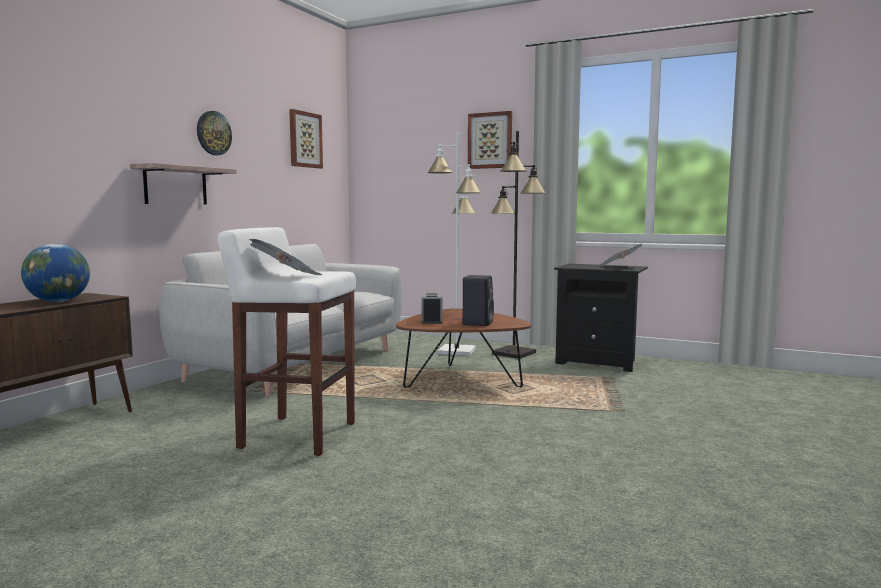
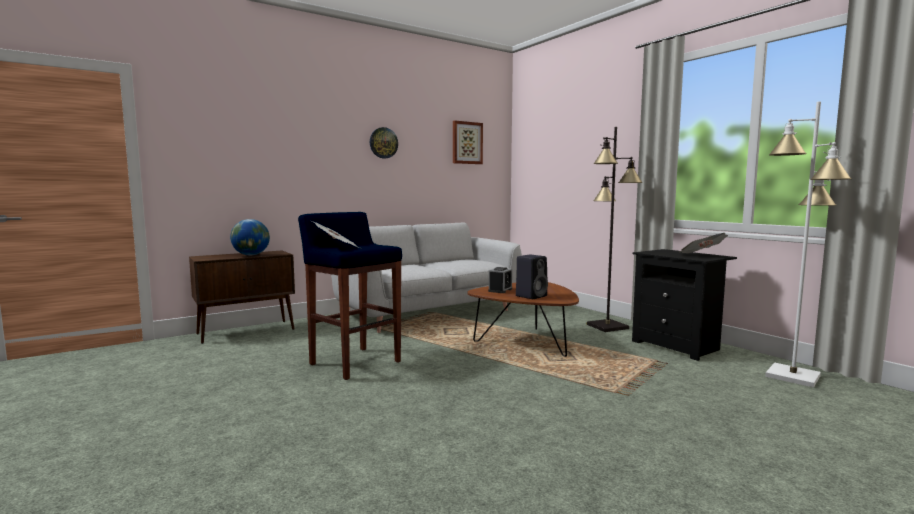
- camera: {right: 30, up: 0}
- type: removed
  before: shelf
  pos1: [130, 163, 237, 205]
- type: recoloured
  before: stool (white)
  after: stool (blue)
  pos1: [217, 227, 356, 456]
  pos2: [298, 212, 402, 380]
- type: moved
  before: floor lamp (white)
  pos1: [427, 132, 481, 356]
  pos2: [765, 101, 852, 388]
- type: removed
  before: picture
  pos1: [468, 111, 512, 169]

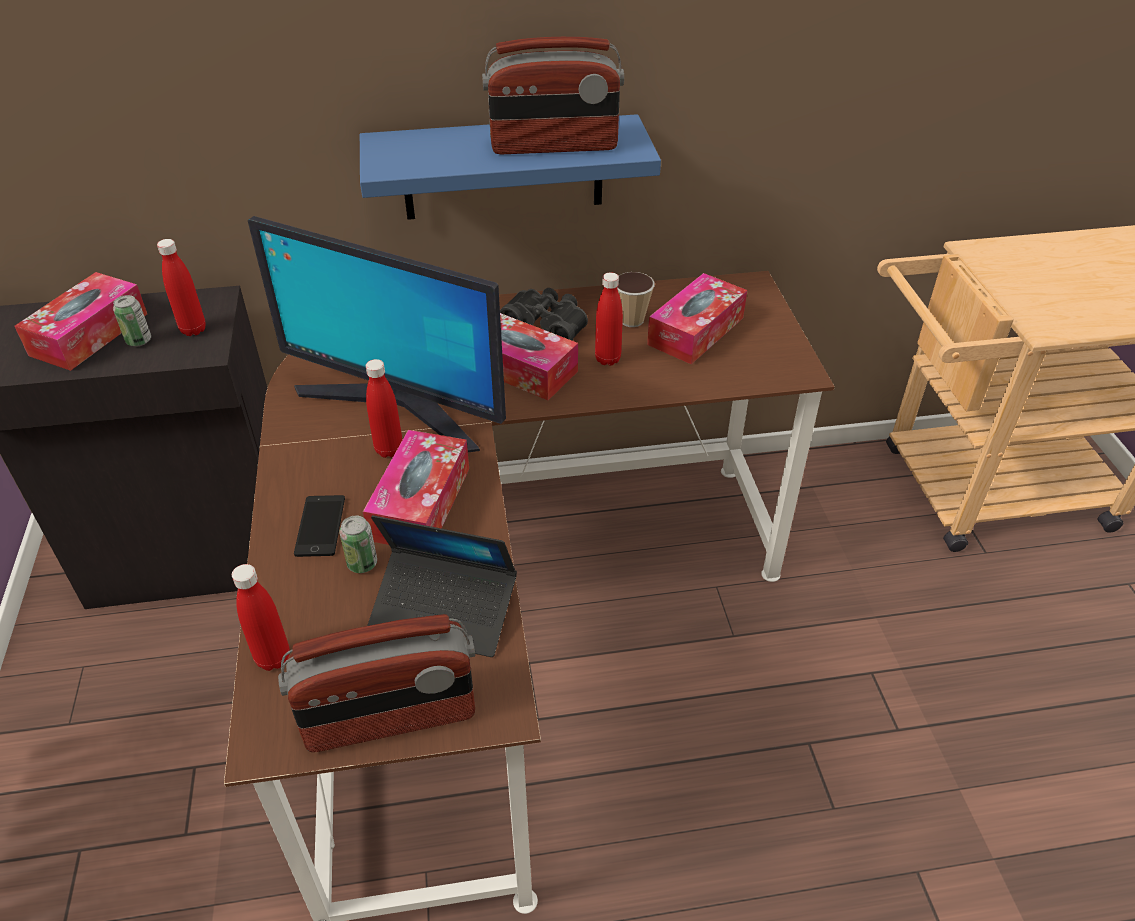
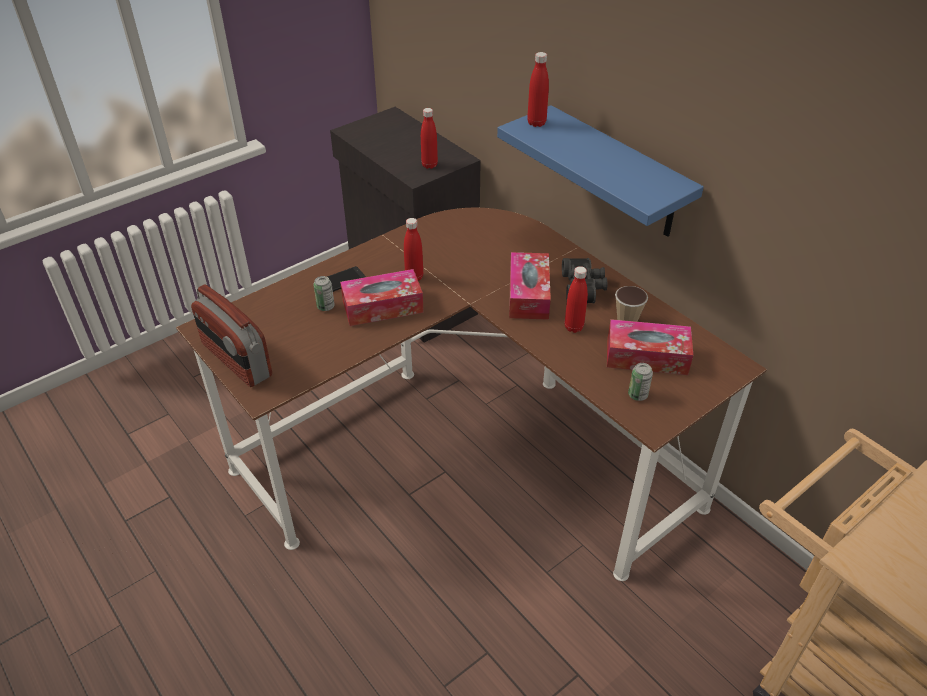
- camera: {right: 60, up: 0}
- type: removed
  before: tissue box
  pos1: [15, 272, 147, 371]
- type: moved
  before: can
  pos1: [113, 295, 151, 346]
  pos2: [628, 363, 653, 401]
- type: moved
  before: bottle (red)
  pos1: [232, 564, 290, 671]
  pos2: [527, 52, 549, 127]
- type: removed
  before: monitor
  pos1: [248, 216, 506, 452]
- type: removed
  before: laptop
  pos1: [367, 515, 517, 657]
- type: removed
  before: radio
  pos1: [482, 37, 624, 154]

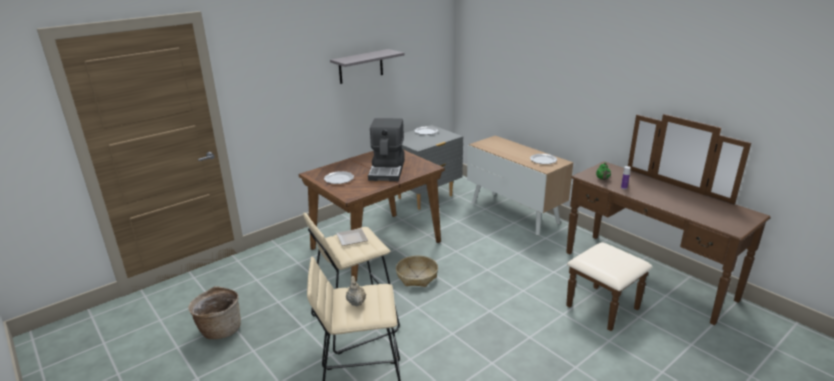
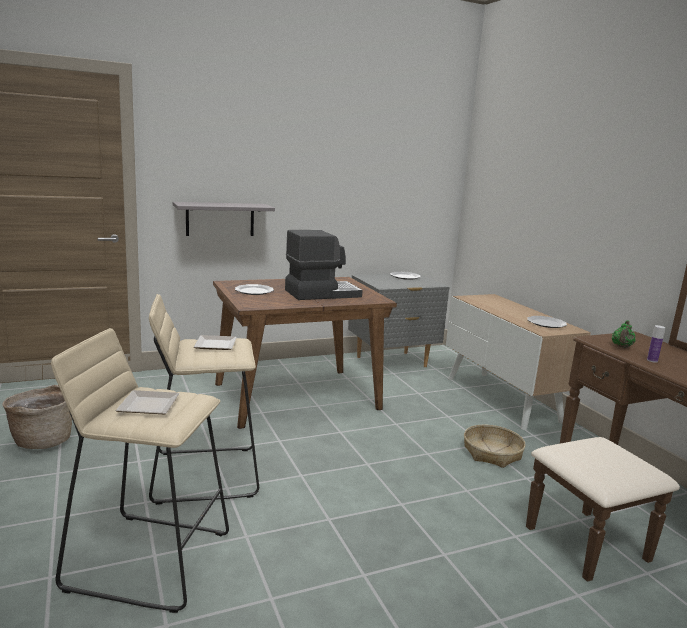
- camera: {right: 15, up: -10}
- type: moved
  before: shelf (grey)
  pos1: [330, 49, 405, 84]
  pos2: [173, 202, 275, 236]
- type: replaced
  before: teapot (beige)
  after: plate
  pos1: [346, 276, 366, 306]
  pos2: [115, 390, 180, 414]
- type: turned
  before: coffee machine
  pos1: [368, 118, 405, 181]
  pos2: [285, 230, 363, 300]
  turn: -135
- type: moved
  before: basket
  pos1: [396, 256, 438, 287]
  pos2: [464, 425, 525, 468]

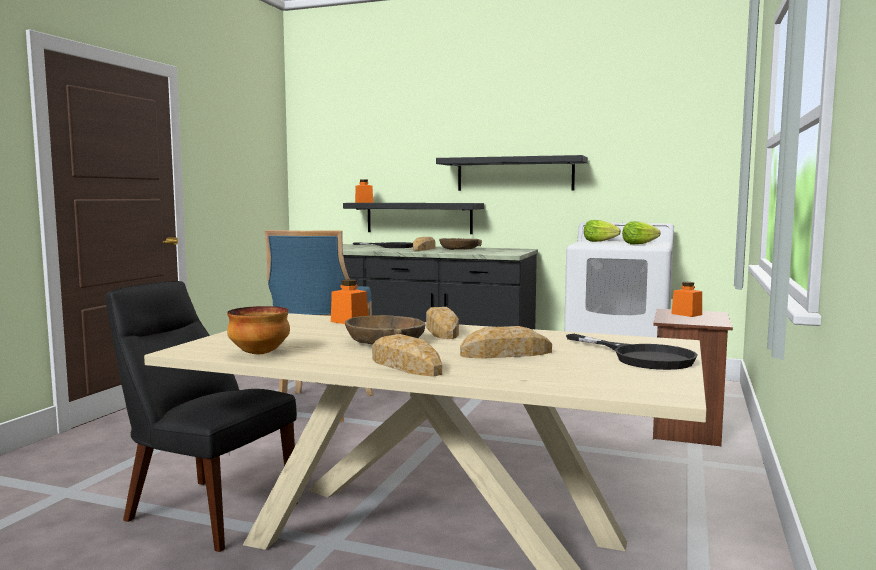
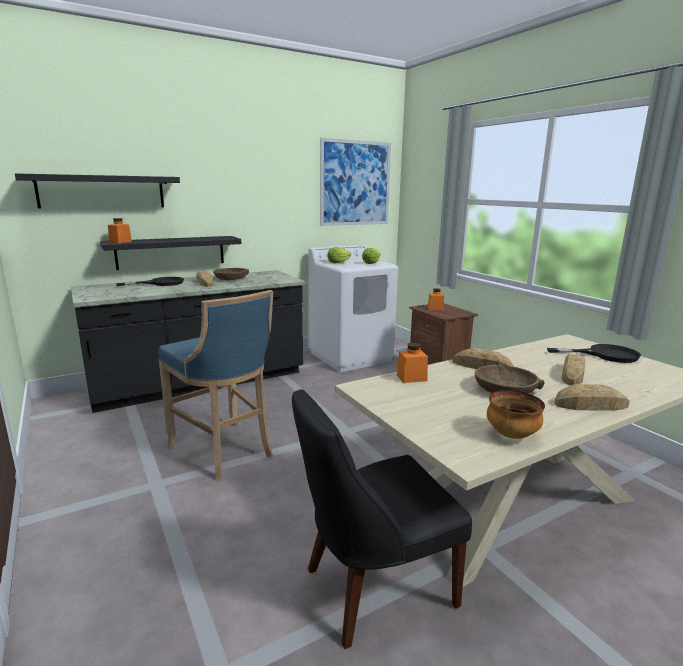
- camera: {right: -50, up: 10}
- type: moved
  before: shelf (black)
  pos1: [436, 155, 588, 191]
  pos2: [15, 173, 180, 208]
- type: added
  after: picture
  pos2: [320, 138, 391, 226]

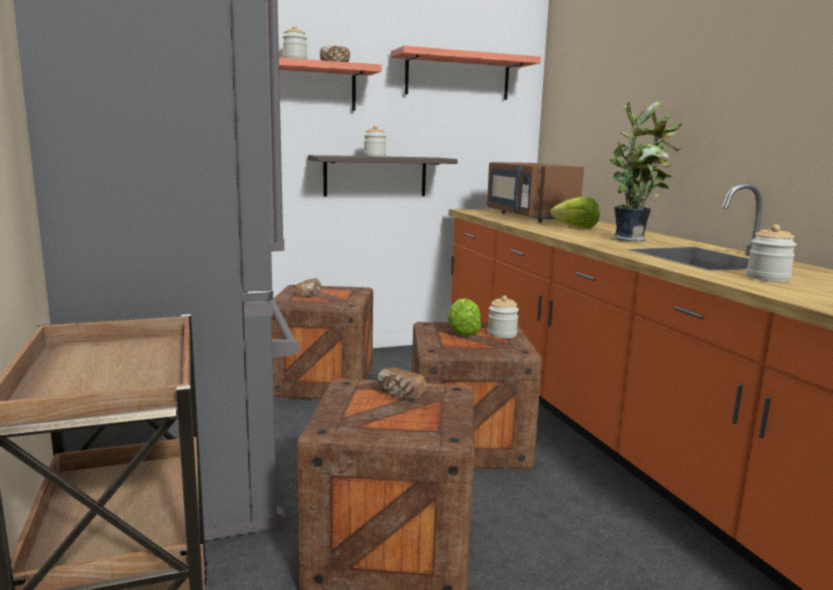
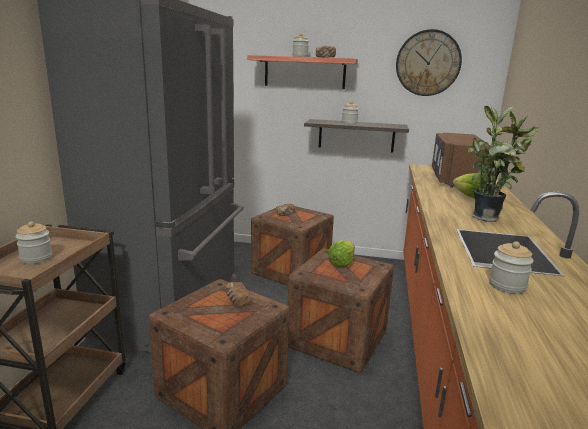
- camera: {right: 30, up: 5}
- type: replaced
  before: shelf
  after: wall clock
  pos1: [391, 46, 541, 100]
  pos2: [396, 29, 462, 96]
- type: moved
  before: jar
  pos1: [488, 296, 519, 338]
  pos2: [16, 221, 52, 264]

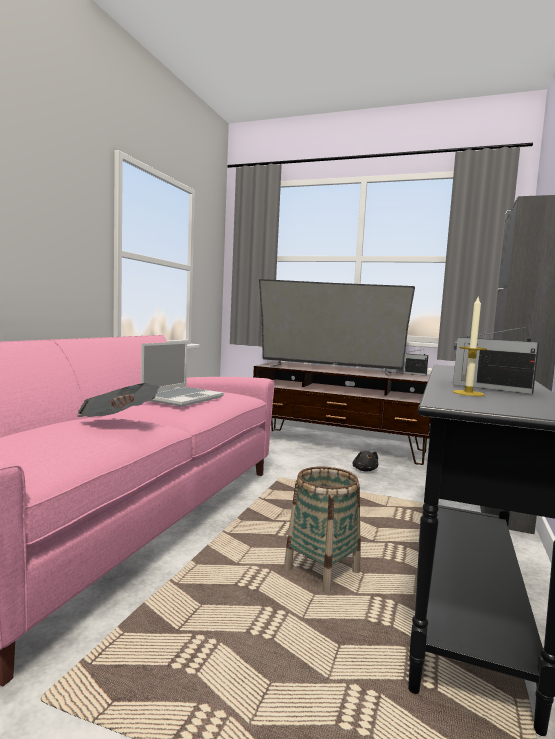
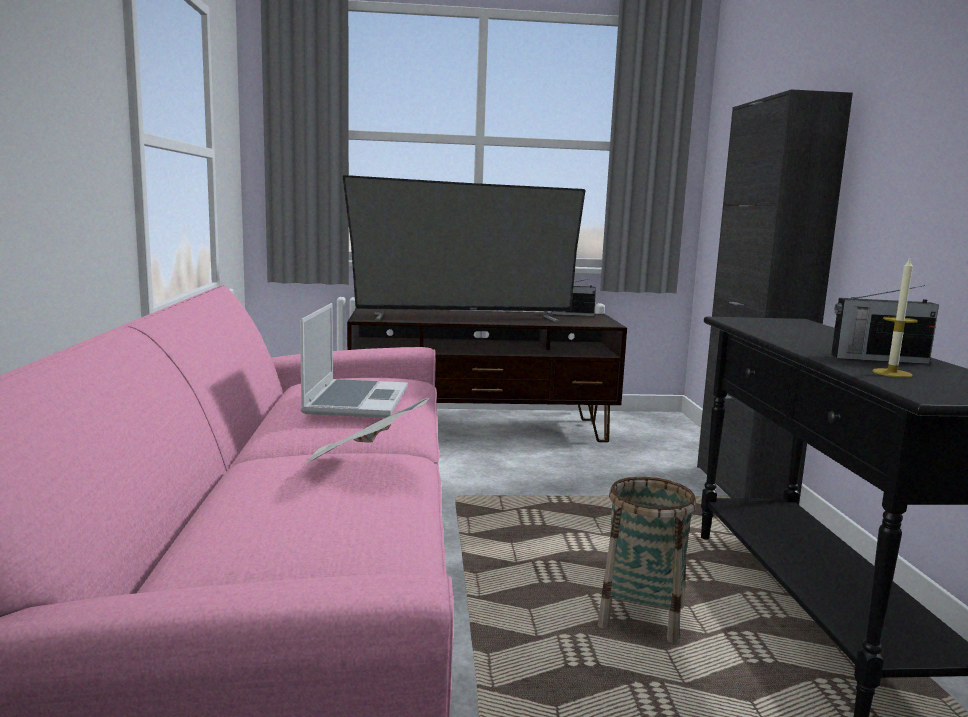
- camera: {right: -25, up: 5}
- type: removed
  before: plush toy (black)
  pos1: [352, 451, 378, 472]

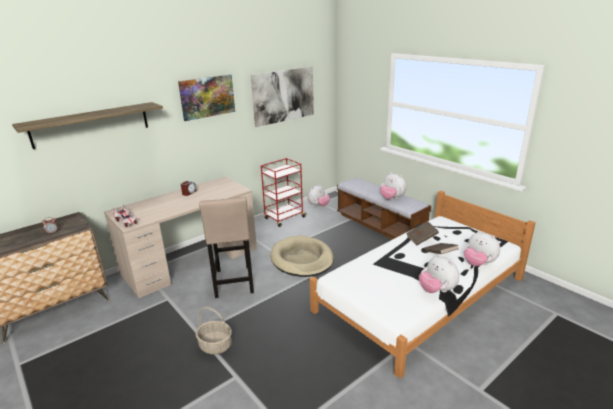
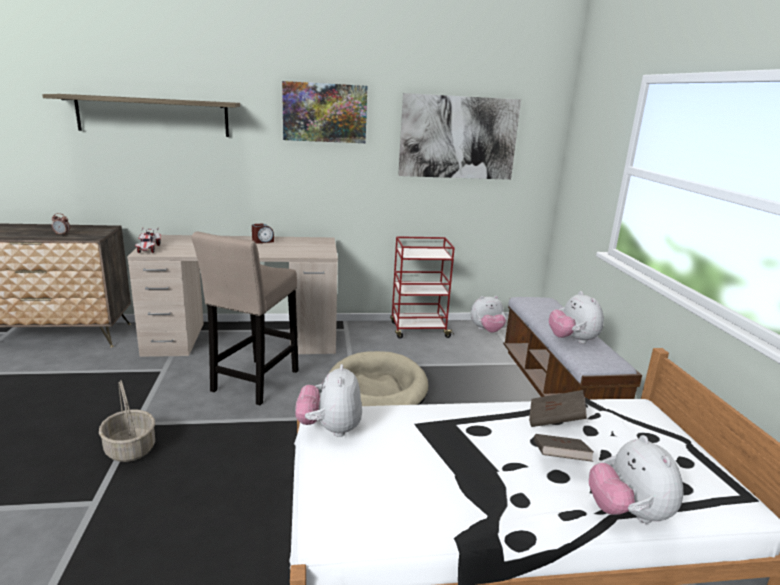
- camera: {right: 30, up: -5}
- type: moved
  before: plush toy
  pos1: [419, 254, 459, 293]
  pos2: [295, 364, 362, 437]

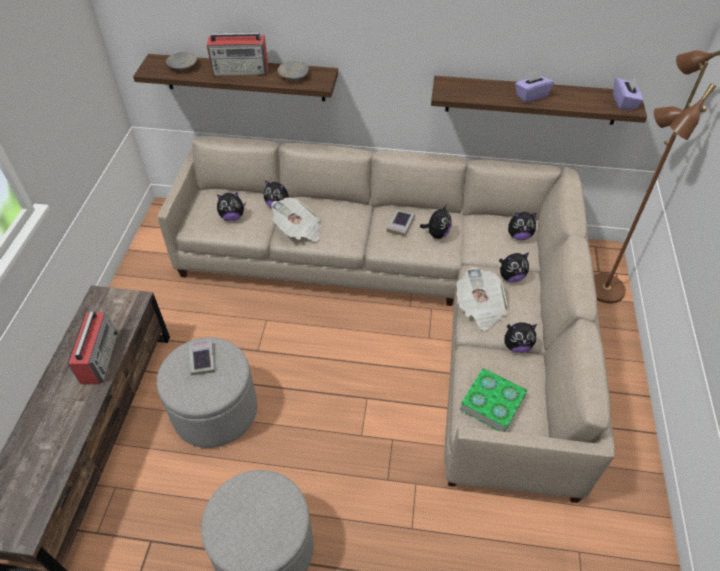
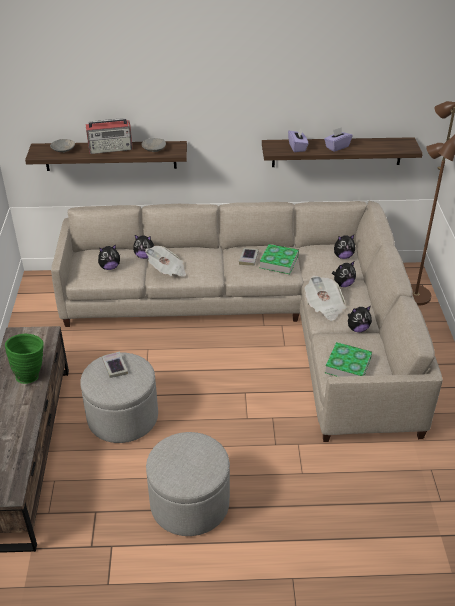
- camera: {right: -10, up: -10}
- type: replaced
  before: radio
  after: vase (green)
  pos1: [68, 308, 118, 385]
  pos2: [5, 334, 44, 384]
- type: replaced
  before: plush toy
  after: book
  pos1: [420, 204, 452, 239]
  pos2: [260, 244, 299, 274]
- type: moved
  before: tissue box (purple)
  pos1: [613, 76, 643, 110]
  pos2: [288, 127, 309, 152]

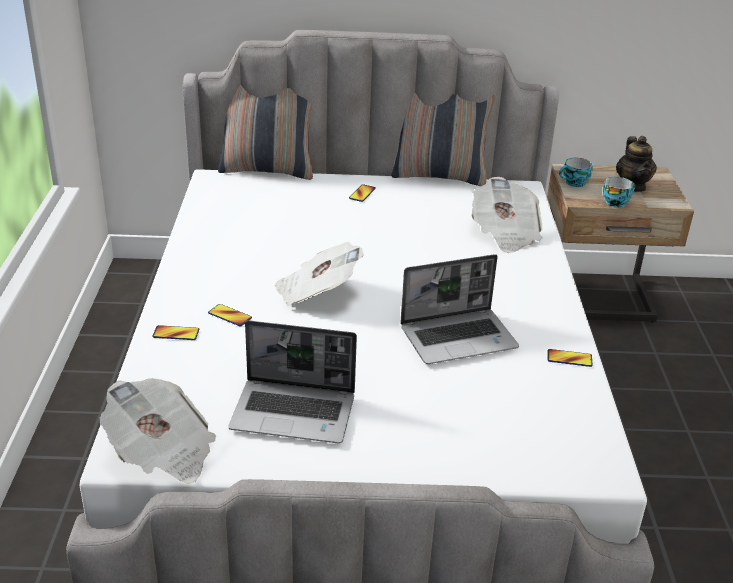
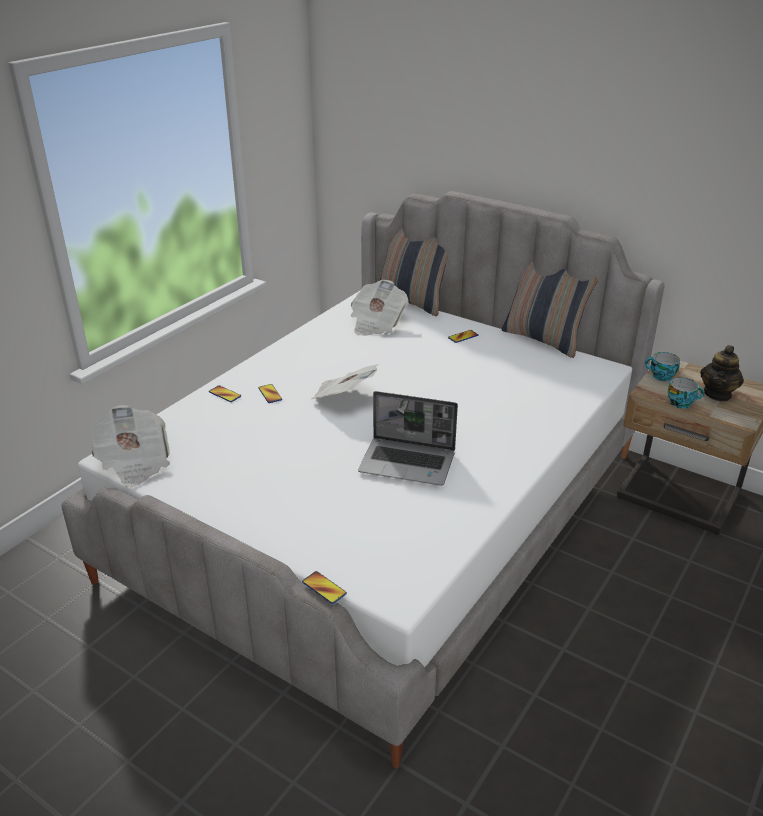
- camera: {right: 35, up: 0}
- type: removed
  before: laptop
  pos1: [228, 320, 357, 443]
- type: moved
  before: newspaper
  pos1: [471, 177, 543, 253]
  pos2: [351, 280, 408, 336]
- type: moved
  before: phone
  pos1: [547, 349, 592, 367]
  pos2: [302, 571, 347, 604]

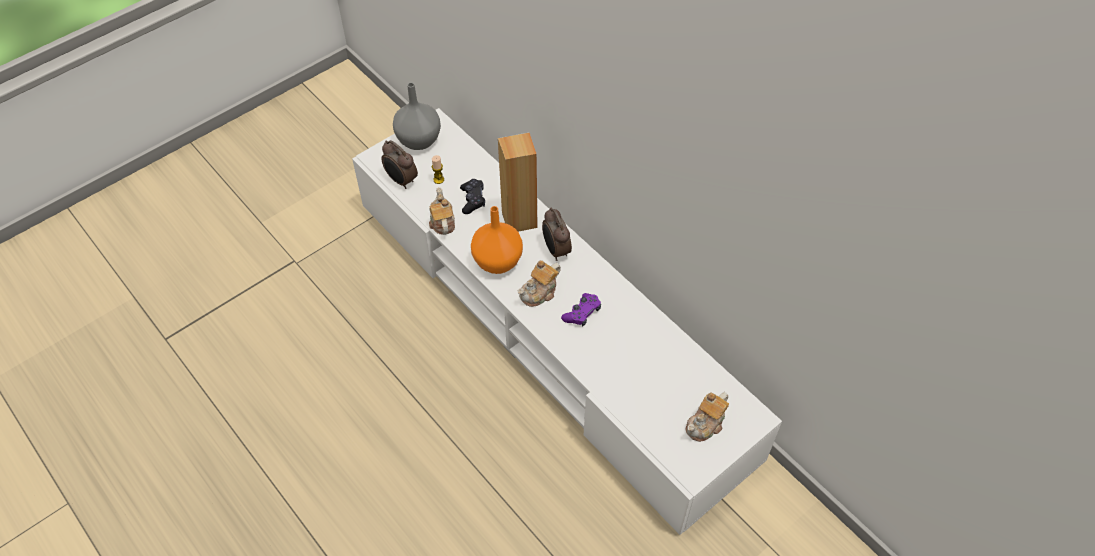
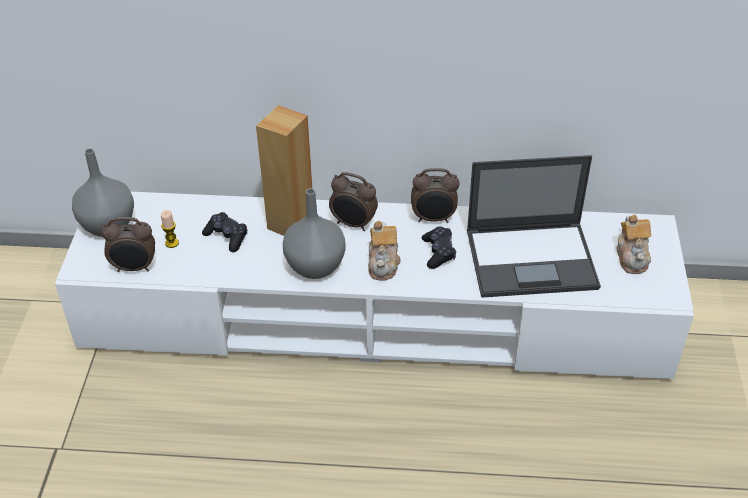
- camera: {right: -45, up: -10}
- type: removed
  before: teapot
  pos1: [429, 187, 455, 235]
- type: recoloured
  before: vase (orange)
  after: vase (grey)
  pos1: [471, 206, 523, 274]
  pos2: [283, 188, 346, 279]
- type: recoloured
  before: game controller (purple)
  after: game controller (black)
  pos1: [561, 293, 601, 326]
  pos2: [422, 226, 456, 269]
- type: added
  after: alarm clock
  pos2: [411, 168, 460, 223]
- type: added
  after: laptop
  pos2: [467, 155, 601, 298]

